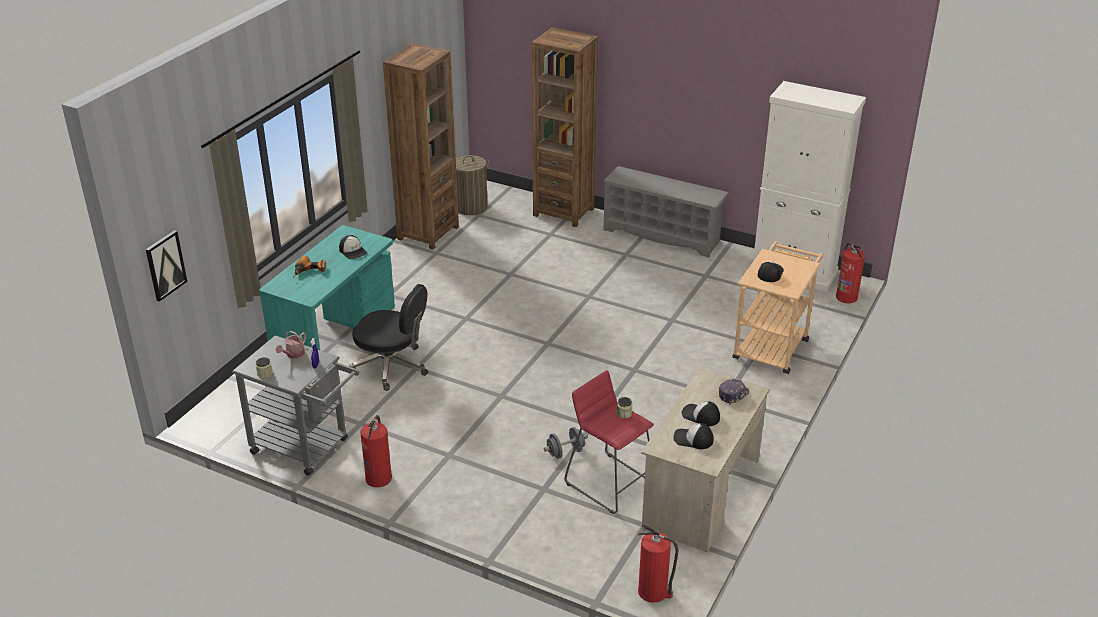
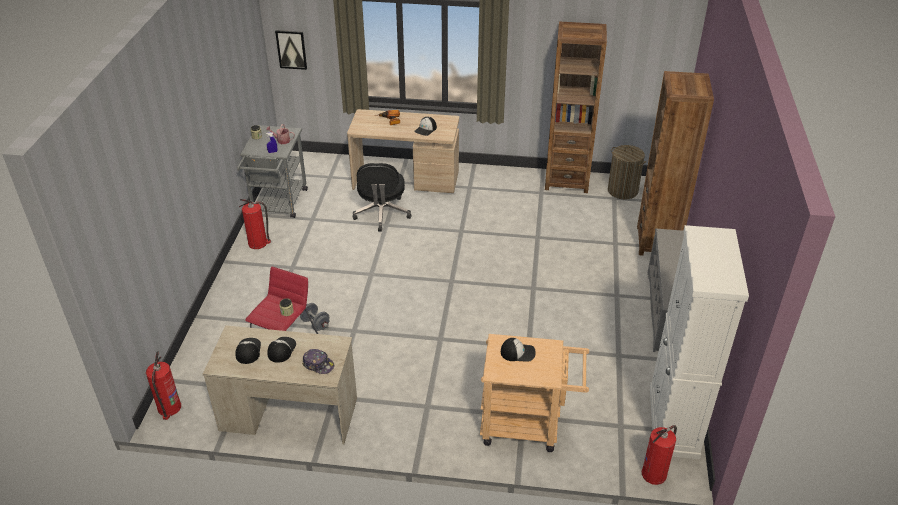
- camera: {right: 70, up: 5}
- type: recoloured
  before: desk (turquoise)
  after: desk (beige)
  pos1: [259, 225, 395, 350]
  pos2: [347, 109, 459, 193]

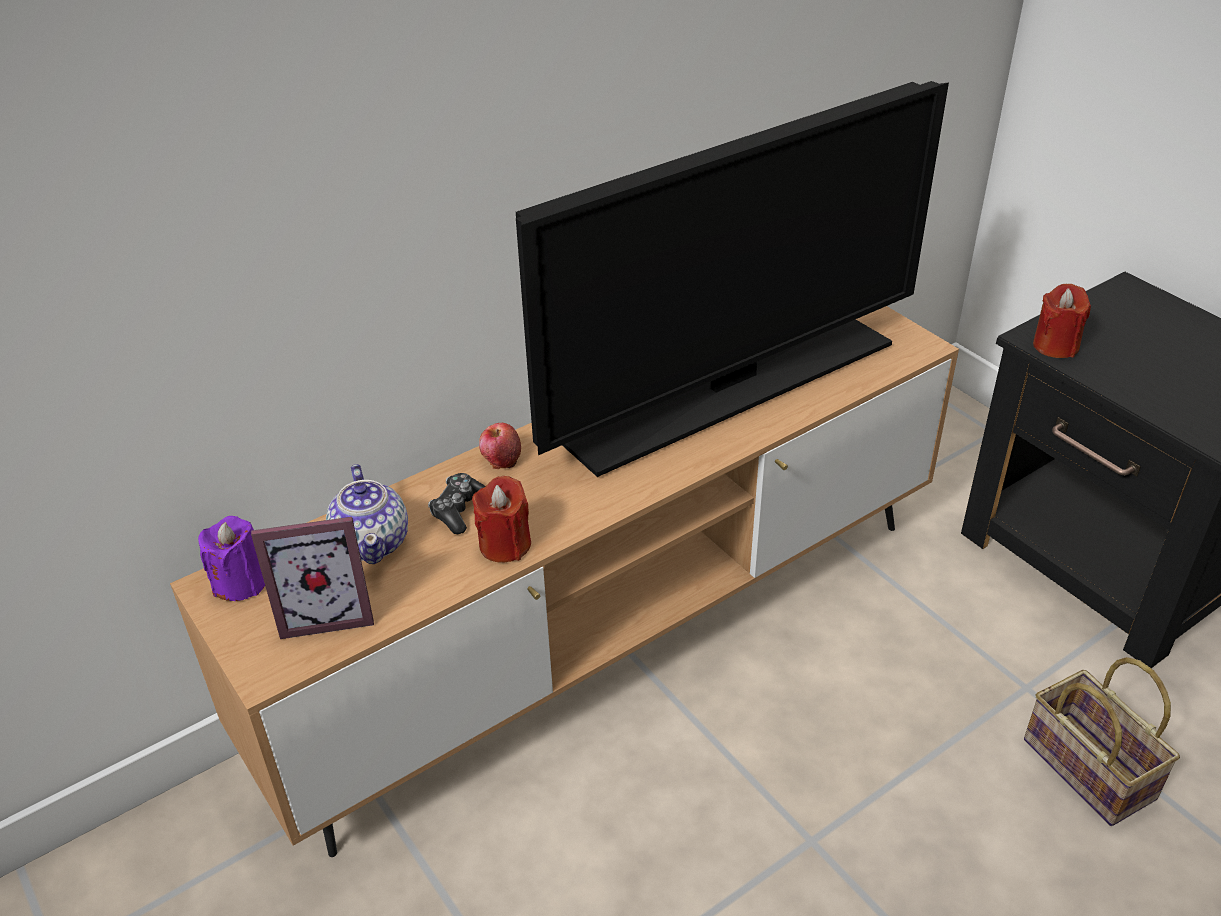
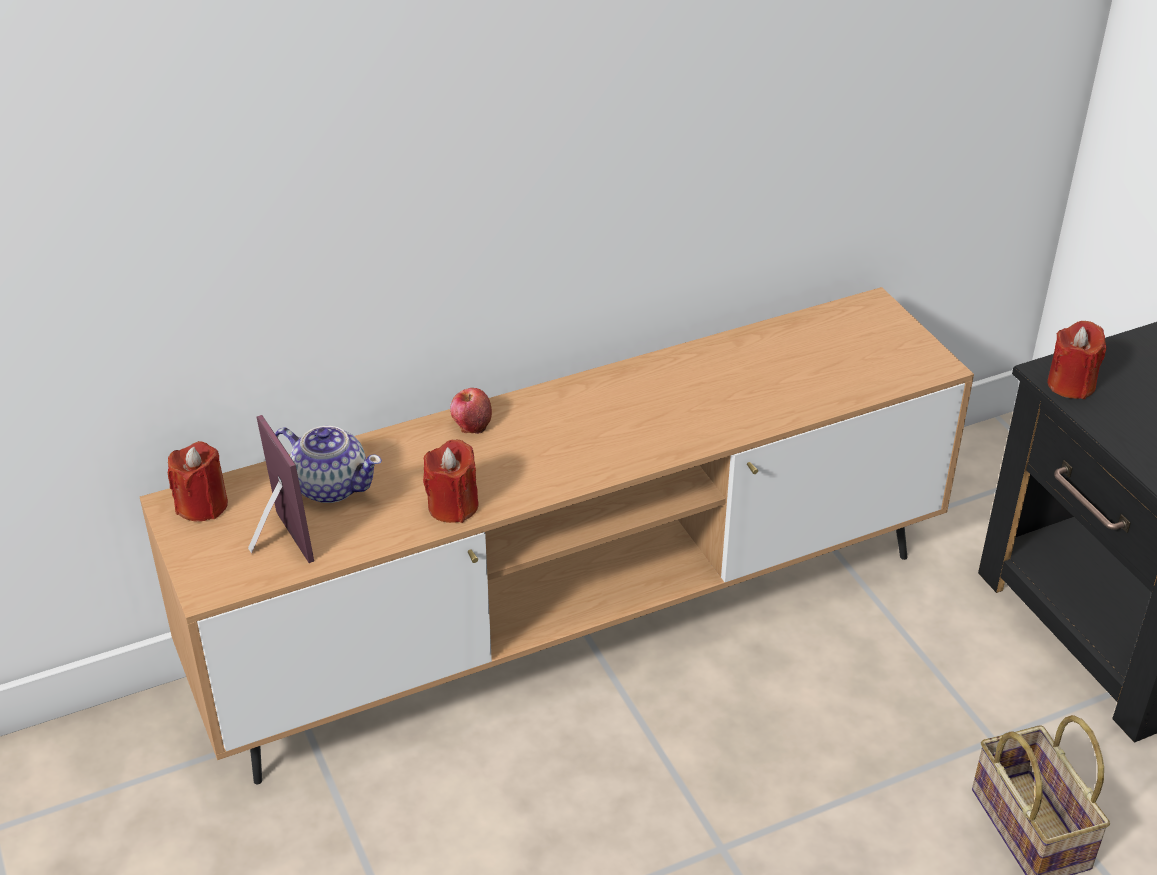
- camera: {right: 10, up: 0}
- type: recoloured
  before: candle (purple)
  after: candle (red)
  pos1: [198, 516, 265, 601]
  pos2: [168, 441, 228, 522]
- type: turned
  before: picture frame
  pos1: [251, 517, 374, 639]
  pos2: [248, 415, 314, 563]
  turn: -120
- type: turned
  before: teapot
  pos1: [326, 464, 408, 564]
  pos2: [275, 426, 382, 503]
  turn: -60
- type: removed
  before: game controller
  pos1: [428, 473, 486, 534]
- type: removed
  before: television
  pos1: [516, 81, 949, 477]

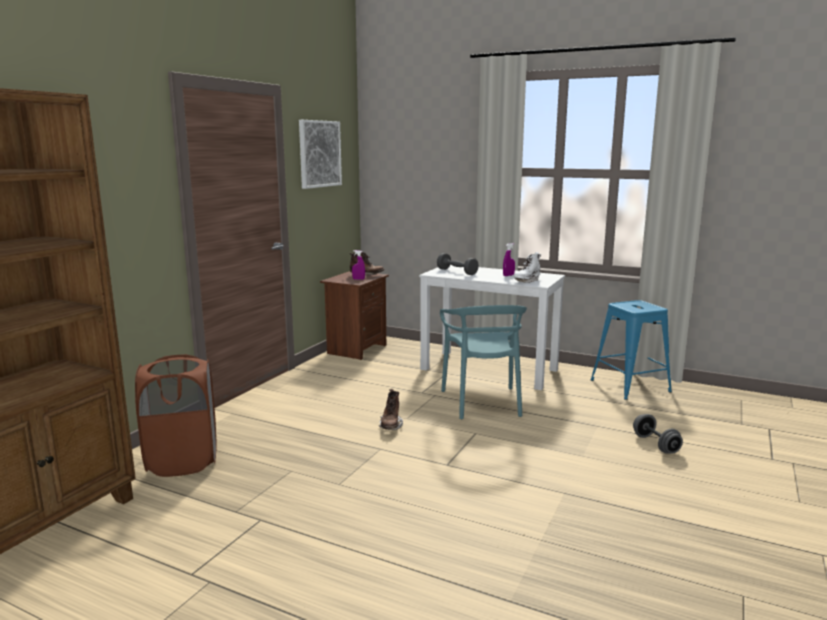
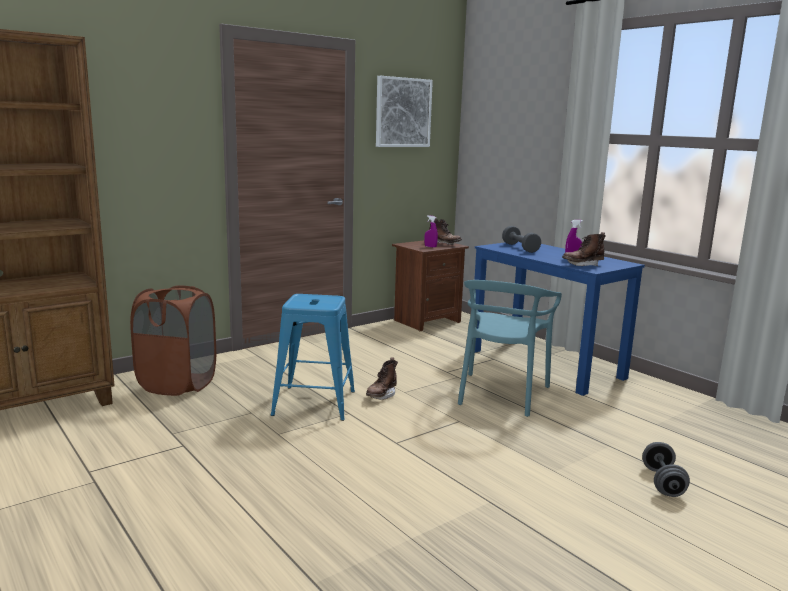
- camera: {right: 25, up: 0}
- type: recoloured
  before: desk (white)
  after: desk (blue)
  pos1: [419, 265, 565, 390]
  pos2: [474, 241, 645, 396]
- type: recoloured
  before: boot (white)
  after: boot (brown)
  pos1: [513, 252, 541, 283]
  pos2: [562, 232, 606, 266]
- type: moved
  before: stool (blue)
  pos1: [591, 300, 672, 400]
  pos2: [271, 294, 355, 421]

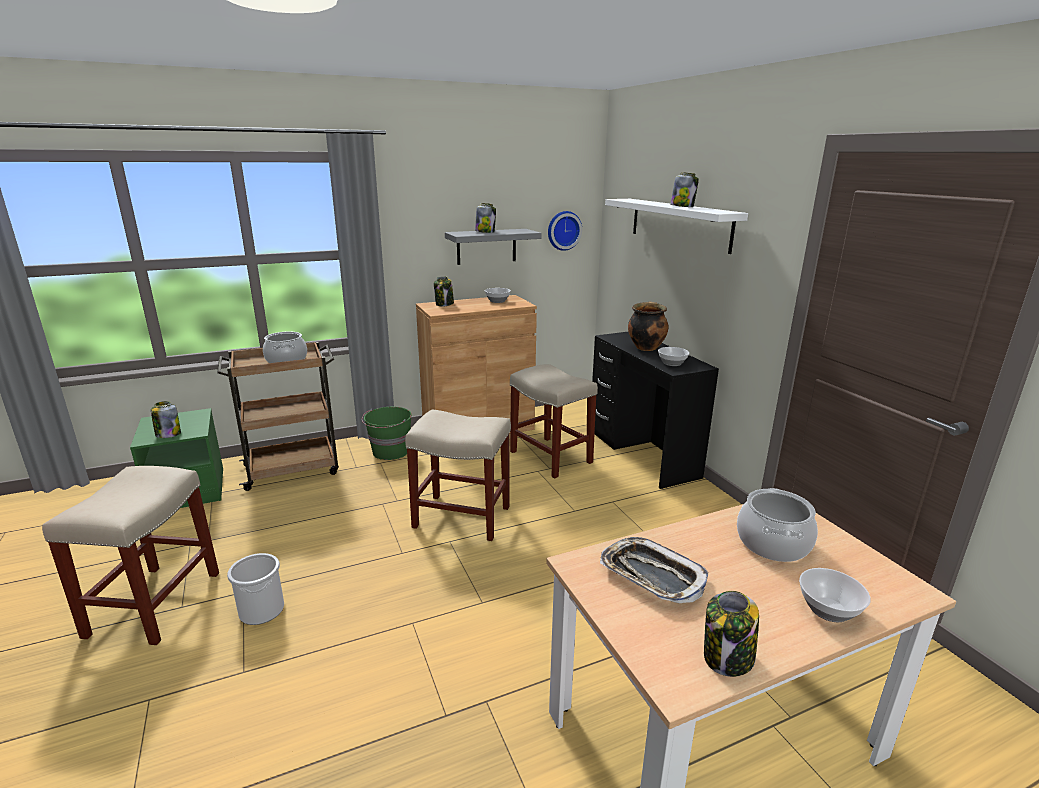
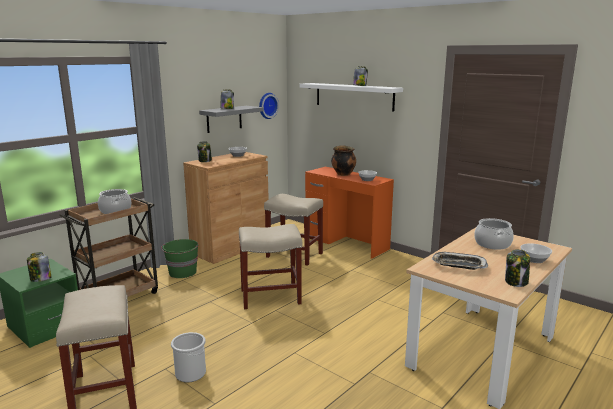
- camera: {right: -25, up: -5}
- type: recoloured
  before: desk (black)
  after: desk (orange)
  pos1: [592, 332, 719, 489]
  pos2: [305, 167, 394, 259]

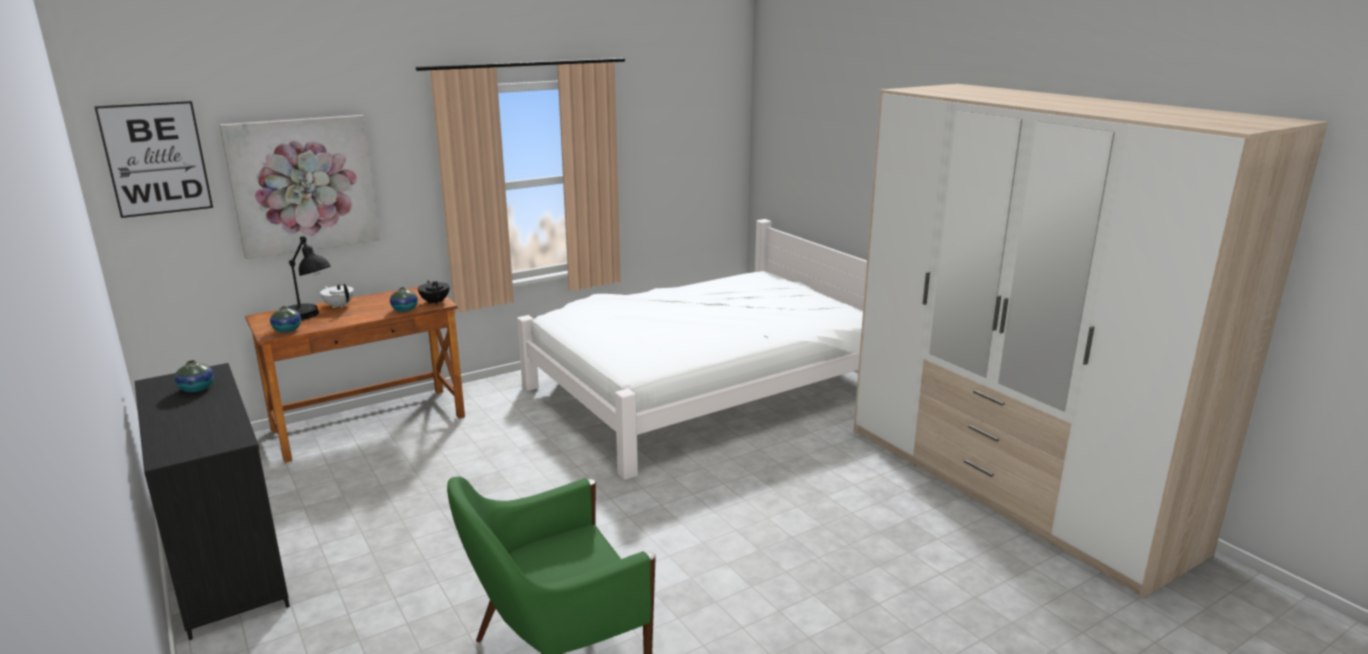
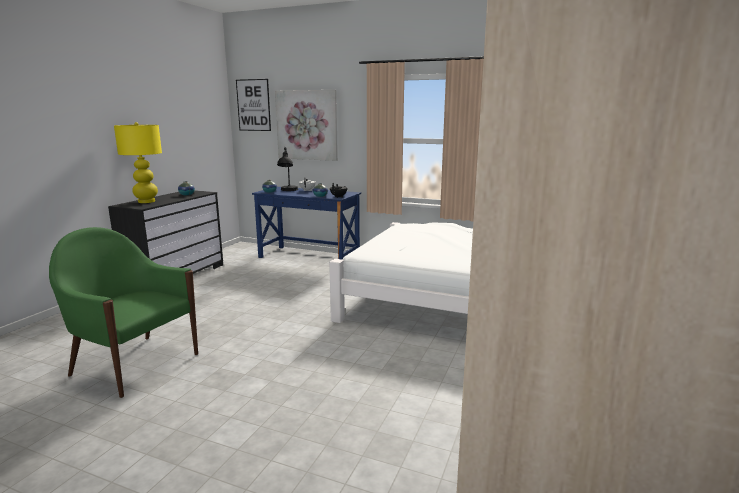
- camera: {right: 55, up: -5}
- type: recoloured
  before: desk (brown)
  after: desk (blue)
  pos1: [245, 286, 465, 463]
  pos2: [252, 187, 361, 260]
- type: added
  after: table lamp (yellow)
  pos2: [114, 122, 162, 203]

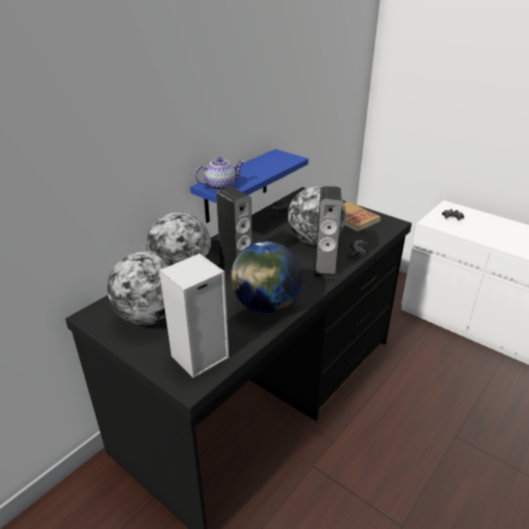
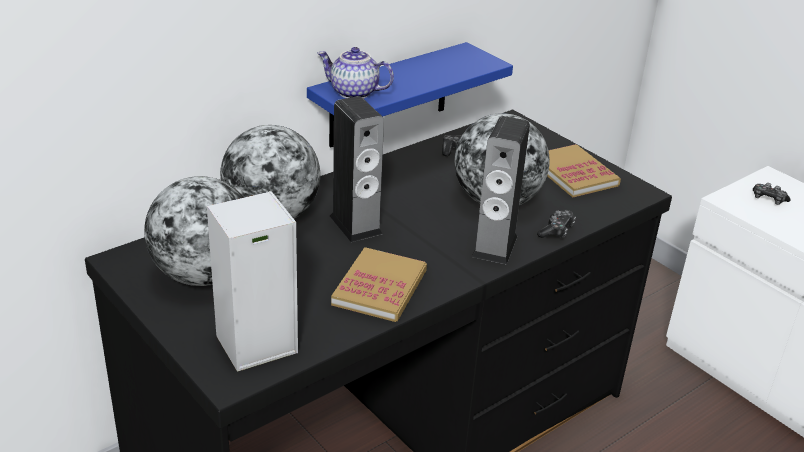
- camera: {right: 10, up: 0}
- type: turned
  before: teapot
  pos1: [195, 157, 244, 190]
  pos2: [317, 47, 394, 99]
  turn: -150
- type: replaced
  before: globe
  after: book
  pos1: [231, 241, 302, 313]
  pos2: [331, 247, 427, 322]

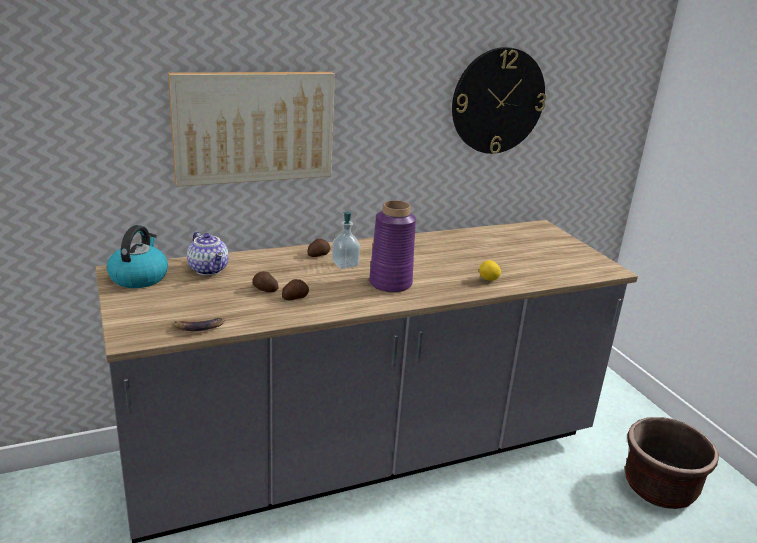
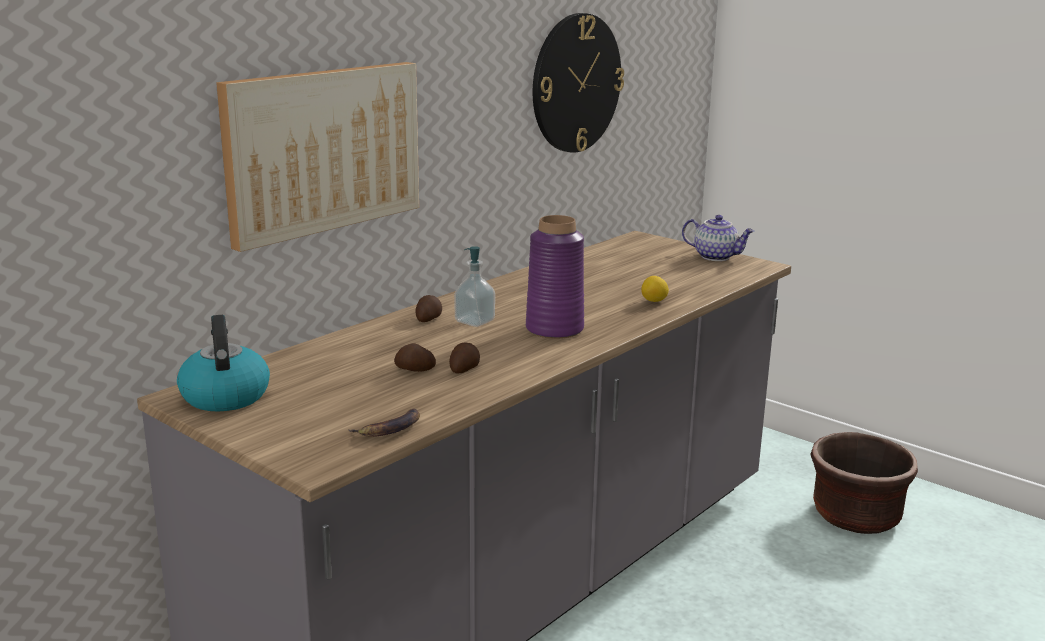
- camera: {right: -25, up: -5}
- type: moved
  before: teapot
  pos1: [187, 231, 229, 276]
  pos2: [682, 215, 755, 261]

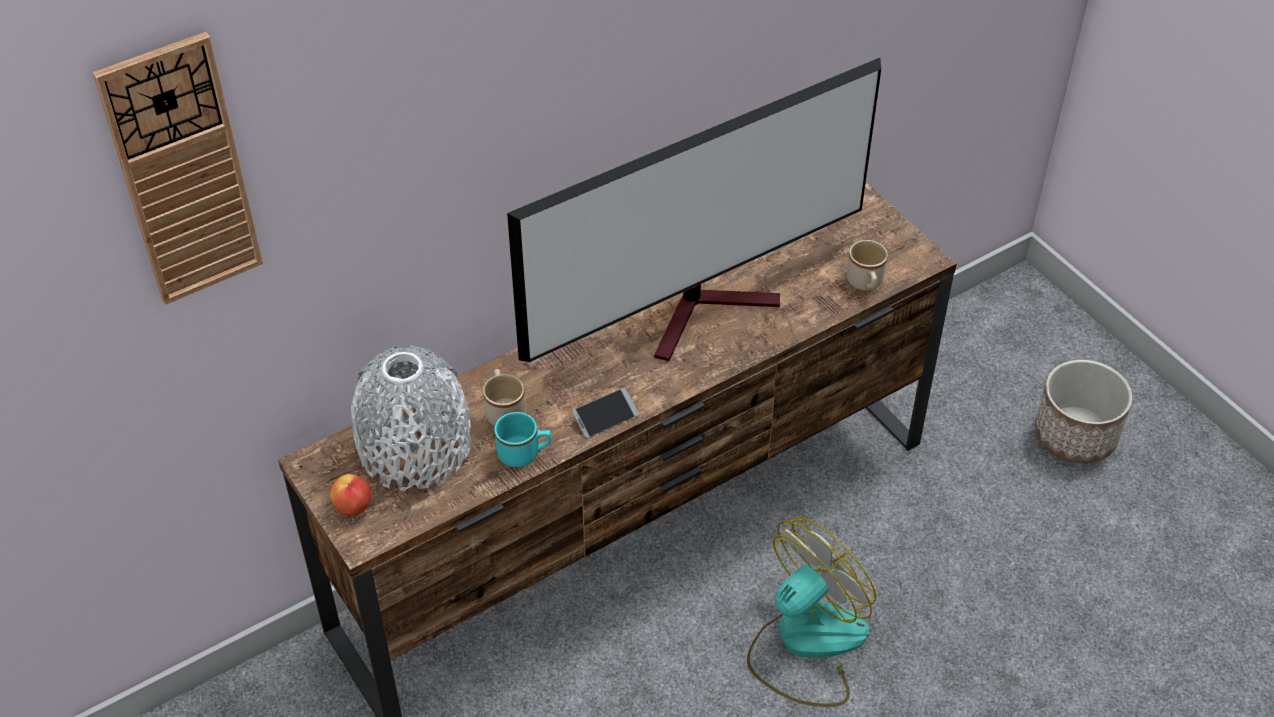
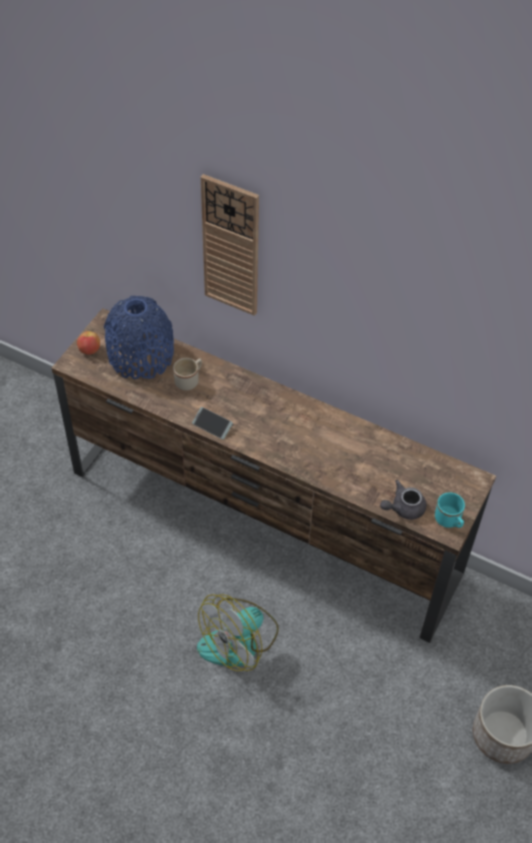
- camera: {right: 60, up: 5}
- type: moved
  before: wall clock
  pos1: [93, 32, 263, 305]
  pos2: [201, 174, 259, 316]
- type: recoloured
  before: vase (grey)
  after: vase (blue)
  pos1: [351, 346, 471, 491]
  pos2: [104, 296, 174, 379]
- type: moved
  before: mug (turquoise)
  pos1: [494, 412, 551, 467]
  pos2: [435, 492, 465, 528]
- type: removed
  before: television
  pos1: [507, 58, 881, 362]
- type: turned
  before: fan
  pos1: [747, 517, 876, 707]
  pos2: [197, 594, 279, 671]
  turn: 120
- type: replaced
  before: mug (beige)
  after: teapot (grey)
  pos1: [847, 240, 888, 291]
  pos2: [380, 480, 426, 520]

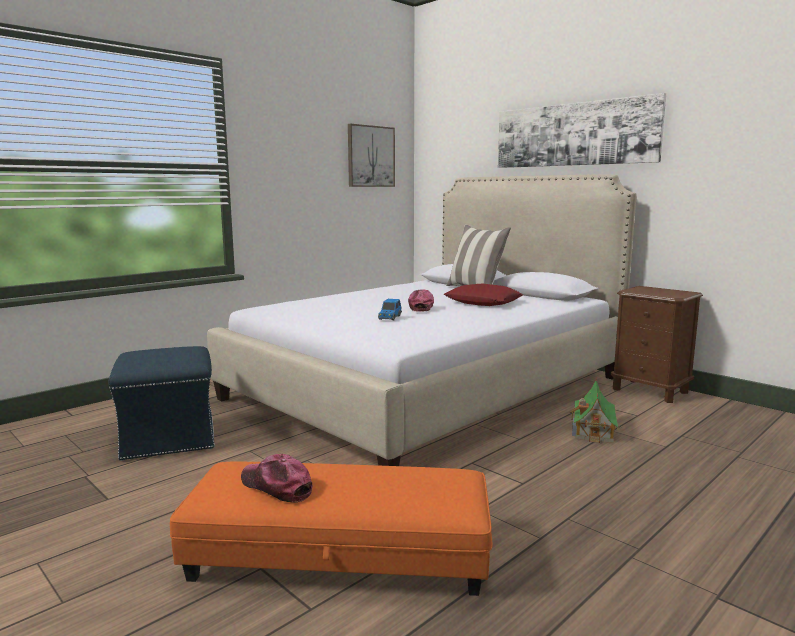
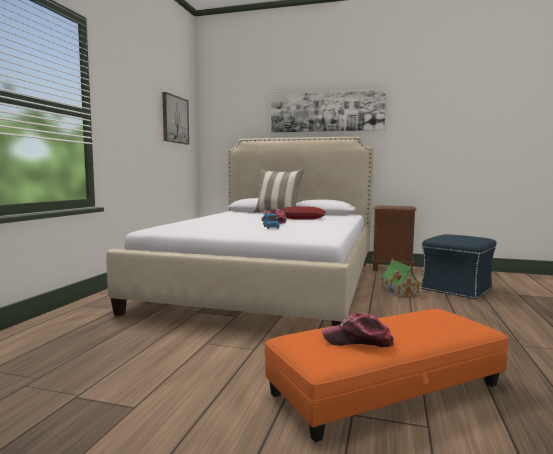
- camera: {right: -30, up: -5}
- type: moved
  before: ottoman (blue)
  pos1: [108, 346, 215, 461]
  pos2: [421, 234, 497, 300]

